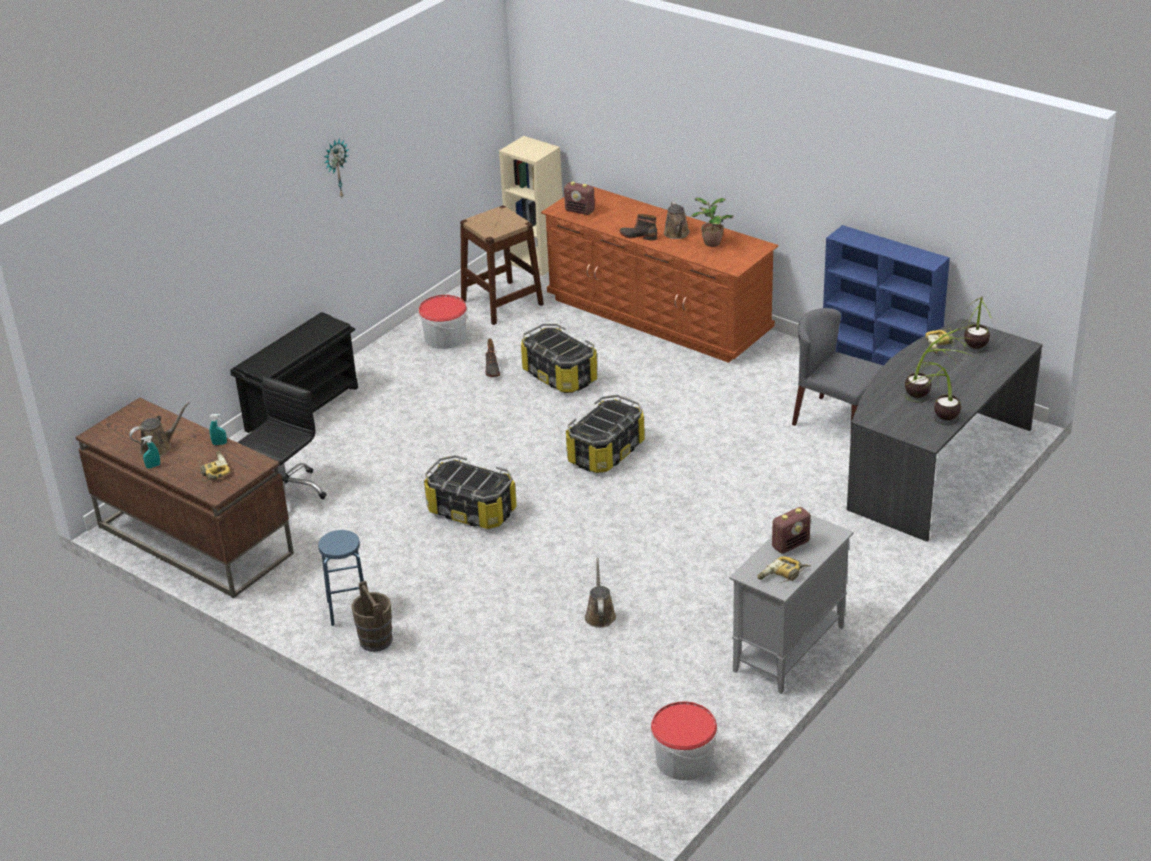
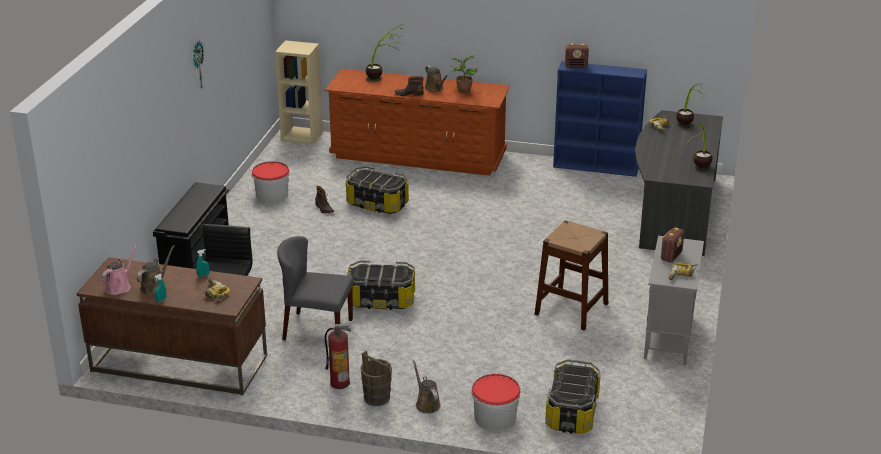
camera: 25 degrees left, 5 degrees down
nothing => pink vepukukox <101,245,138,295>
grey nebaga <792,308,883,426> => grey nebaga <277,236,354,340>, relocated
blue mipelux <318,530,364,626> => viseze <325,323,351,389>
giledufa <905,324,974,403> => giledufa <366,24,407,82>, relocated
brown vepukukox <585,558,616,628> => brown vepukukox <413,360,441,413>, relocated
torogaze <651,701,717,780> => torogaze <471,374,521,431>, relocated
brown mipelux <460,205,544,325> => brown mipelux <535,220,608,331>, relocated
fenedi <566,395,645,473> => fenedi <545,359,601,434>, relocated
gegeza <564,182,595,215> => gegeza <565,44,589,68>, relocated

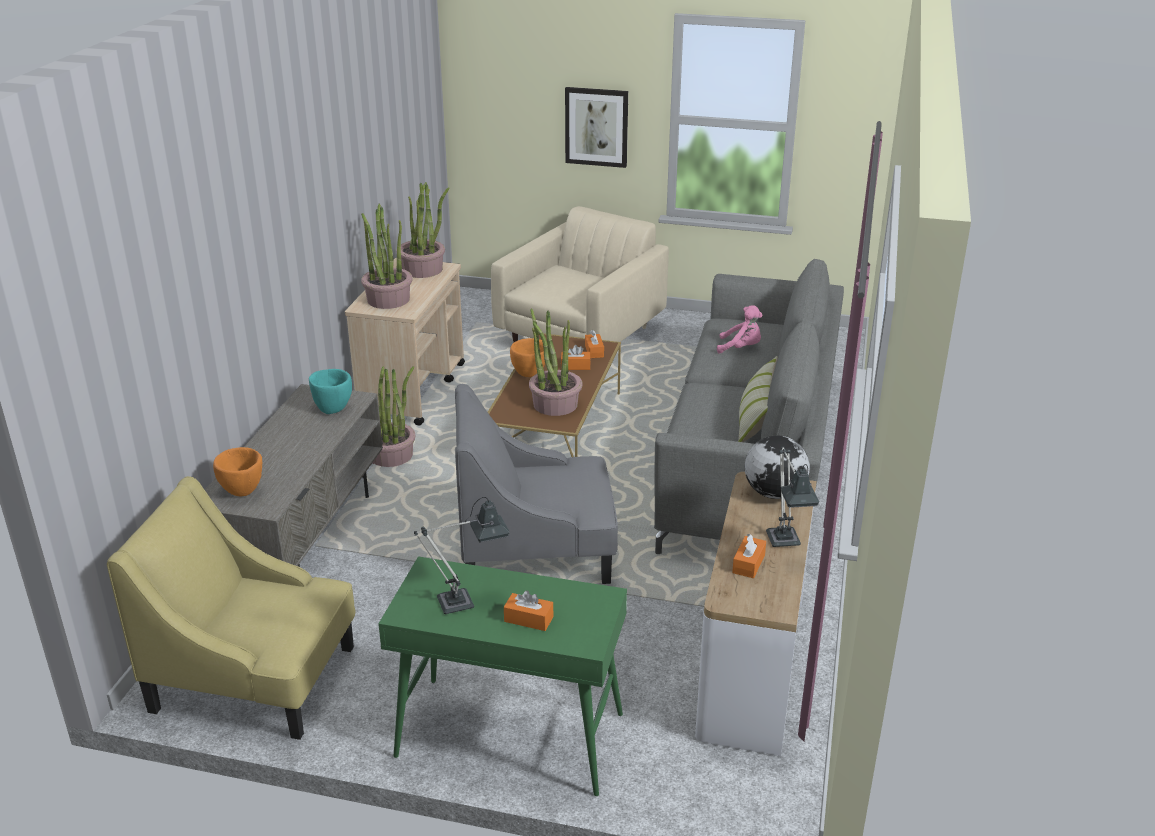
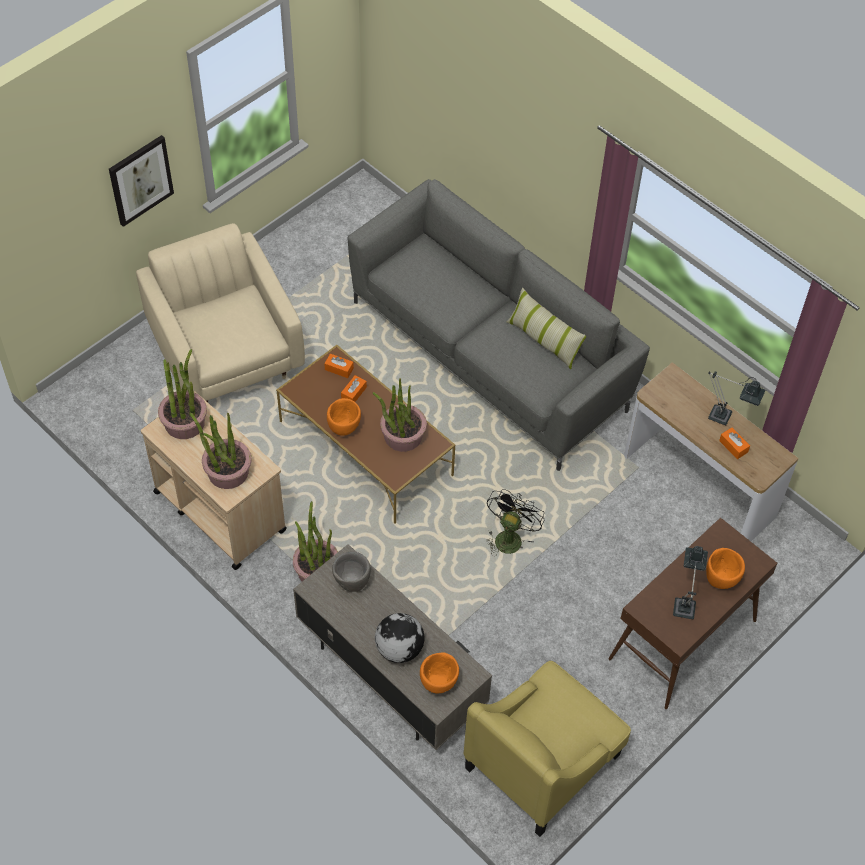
camera: 60 degrees left, 25 degrees up
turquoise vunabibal <309,369,352,414> => grey vunabibal <332,551,371,592>
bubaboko <745,435,810,499> => bubaboko <375,613,424,663>, relocated
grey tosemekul <455,384,618,584> => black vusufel <487,489,545,554>
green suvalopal <378,557,627,796> => brown suvalopal <608,517,777,709>
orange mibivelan <504,590,553,631> => orange vunabibal <706,548,745,589>
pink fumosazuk <717,305,763,354> => nothing

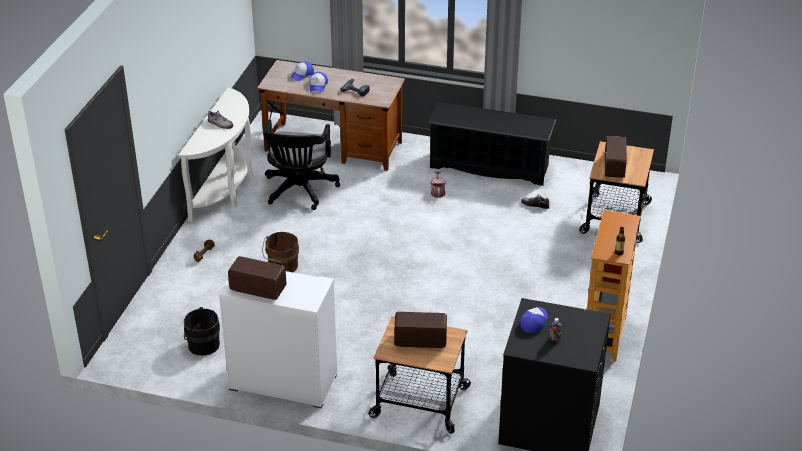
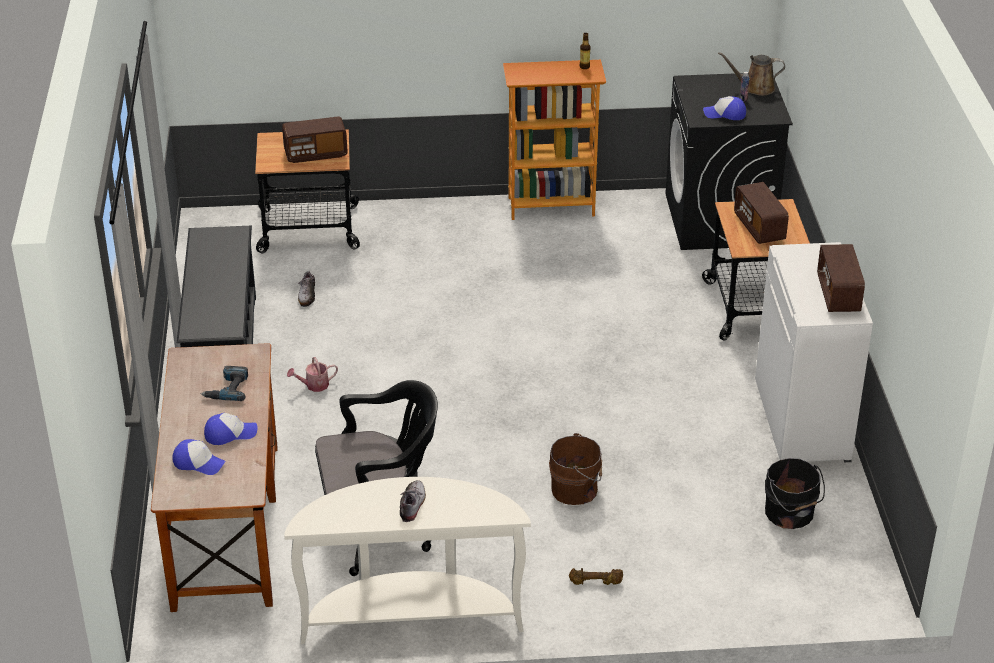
camera: 110 degrees left, 0 degrees up
nothing => brown vepukukox <718,52,785,96>

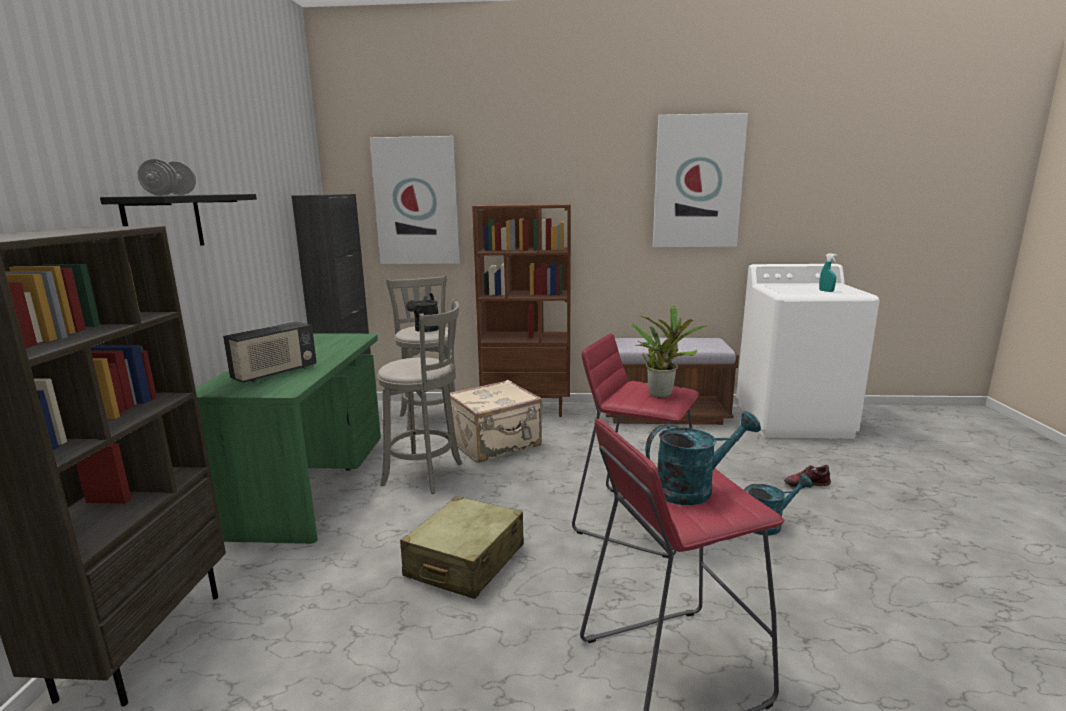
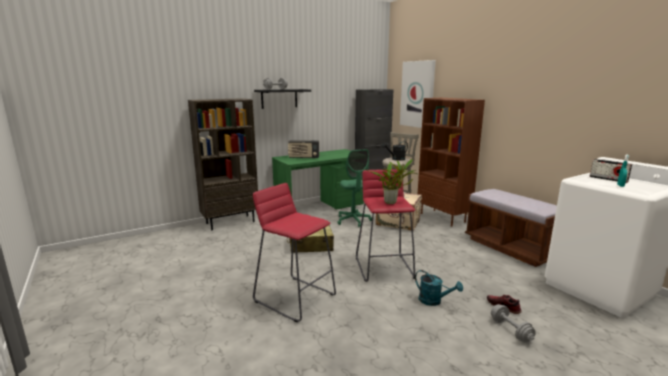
camera: 55 degrees right, 0 degrees up
grey mipelux <377,299,462,494> => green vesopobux <337,149,372,227>
nothing => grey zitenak <491,304,536,342>
nothing => gegeza <589,159,632,183>
turquoise vepukukox <645,411,761,505> => nothing
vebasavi <653,113,748,247> => nothing

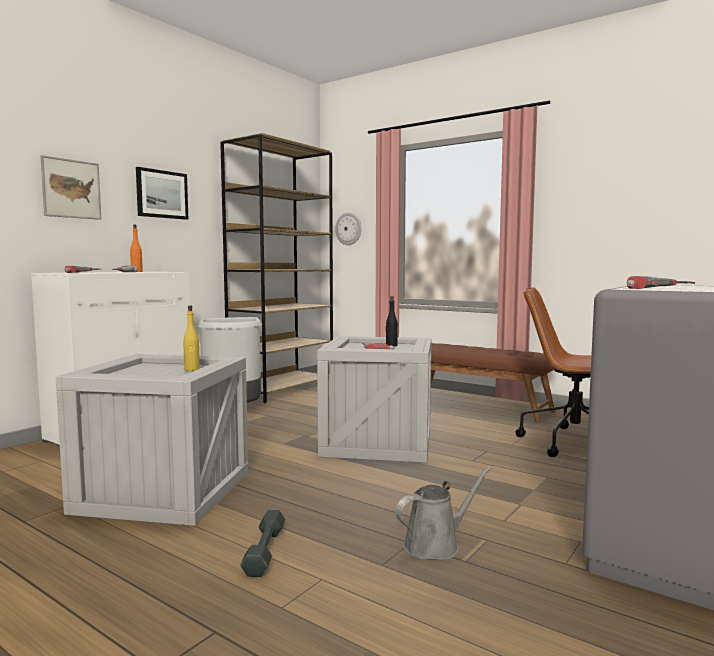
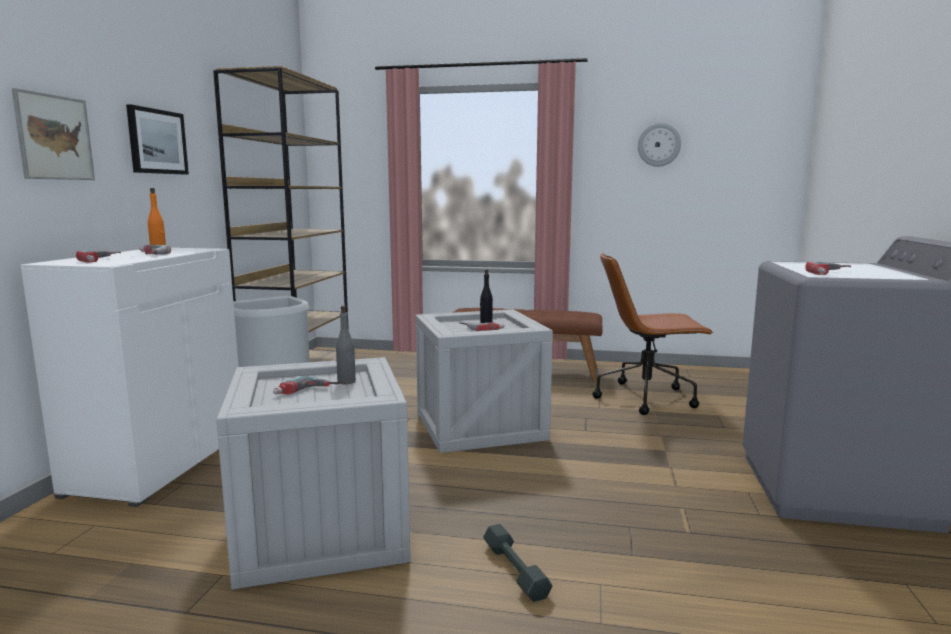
camera: 25 degrees left, 5 degrees up
nothing => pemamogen <273,376,347,395>
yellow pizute <183,306,200,371> => grey pizute <336,306,356,384>
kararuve <335,212,361,245> => kararuve <638,123,681,167>, relocated
grey vepukukox <395,466,492,560> => nothing

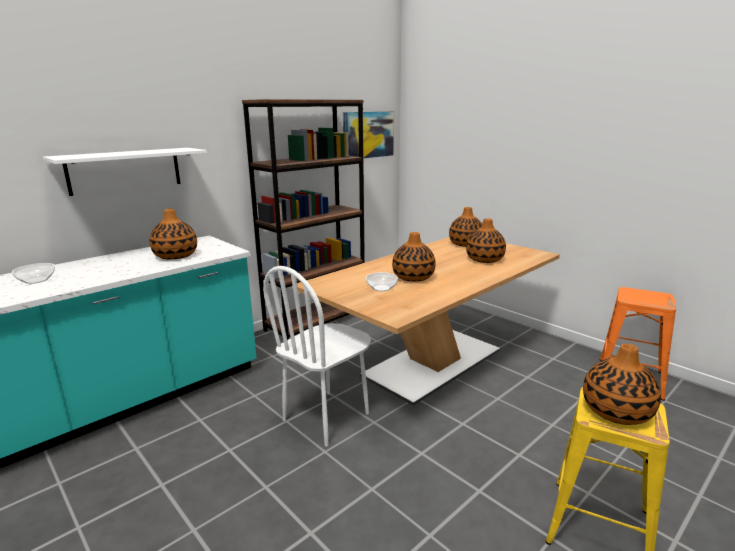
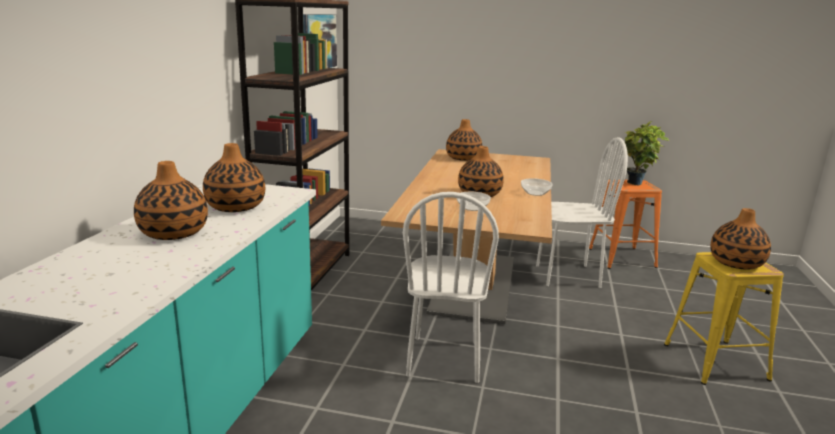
camera: 35 degrees left, 0 degrees up
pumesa <466,218,506,263> => pumesa <134,161,208,240>, relocated
vunabibal <12,263,55,284> => vunabibal <521,178,553,196>, relocated
nothing => white nebaga <536,137,628,288>
nothing => giledufa <625,121,669,185>
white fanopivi <43,148,207,196> => nothing

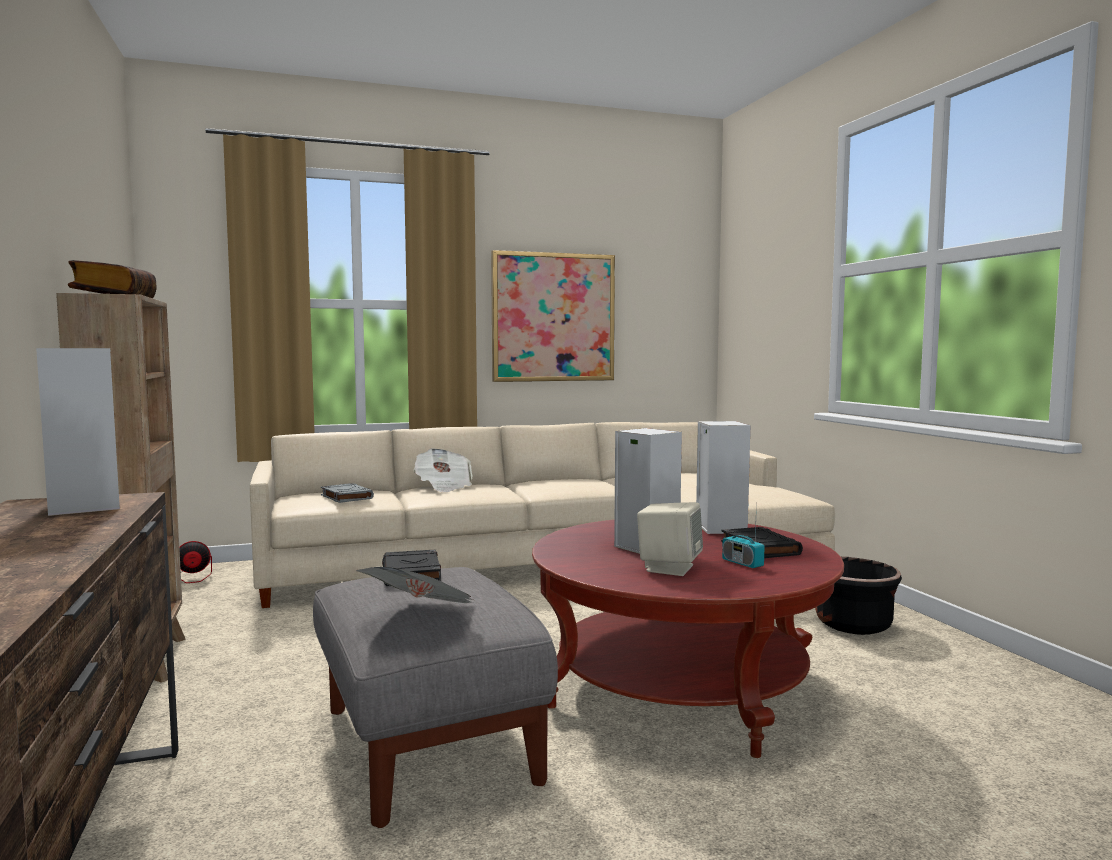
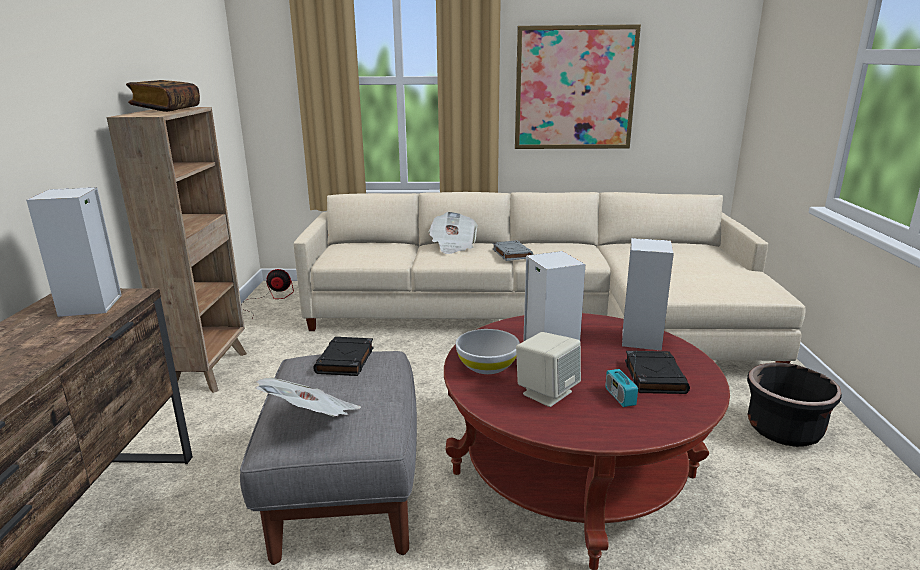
camera: 20 degrees right, 15 degrees up
nothing => white vunabibal <456,329,520,374>
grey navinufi <321,483,374,503> => grey navinufi <492,240,533,261>, relocated

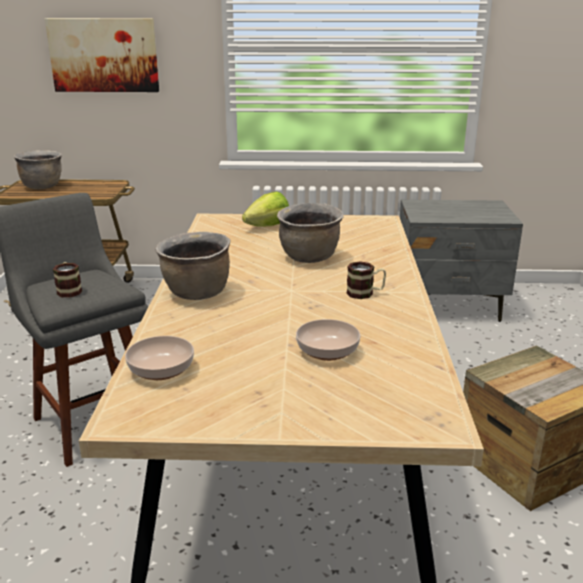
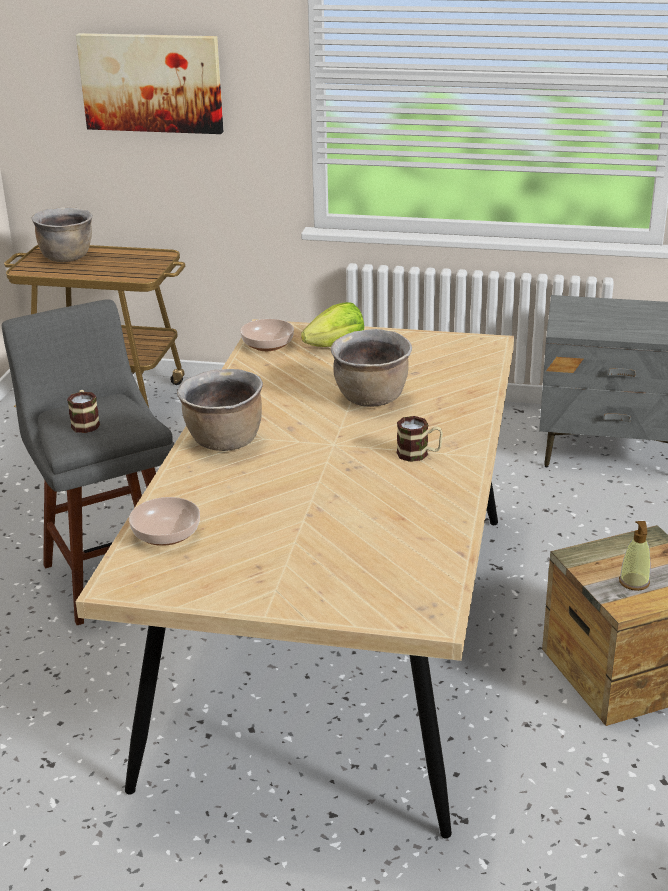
camera: 10 degrees right, 5 degrees up
vunabibal <296,319,360,361> => vunabibal <240,319,294,351>, relocated
nothing => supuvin <619,521,650,591>

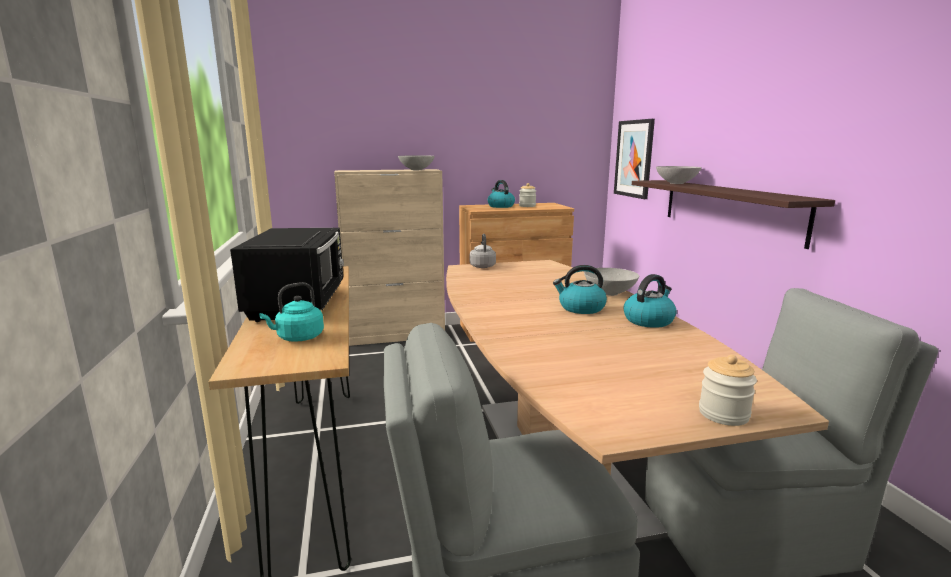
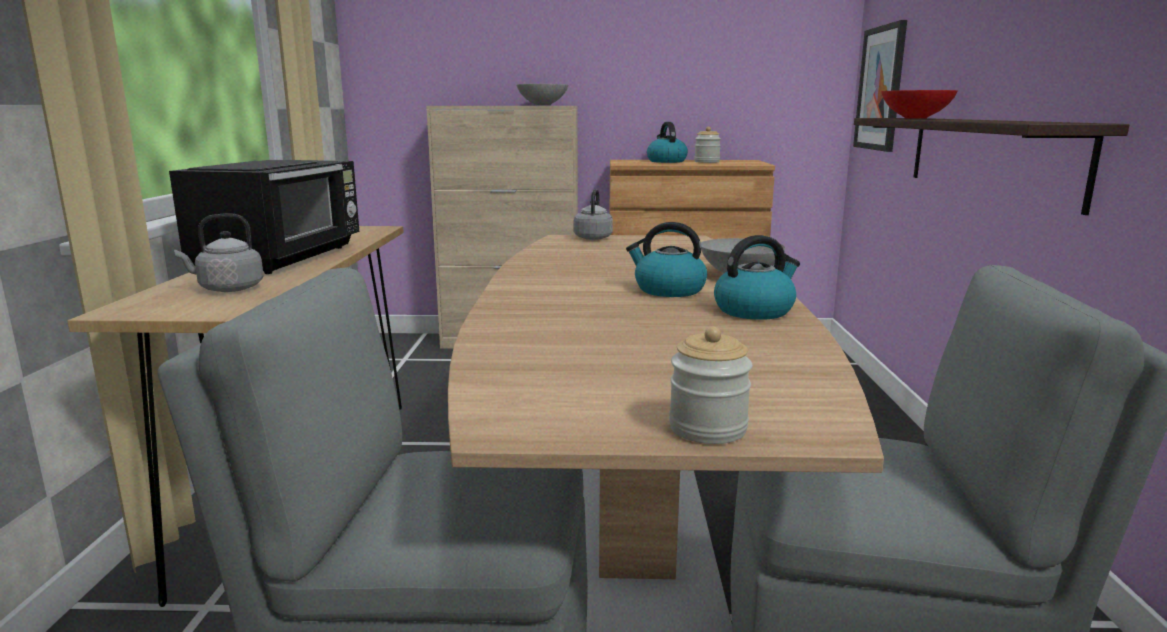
camera: 15 degrees right, 0 degrees up
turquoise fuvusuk <259,282,324,342> => grey fuvusuk <174,213,264,292>
grey vunabibal <656,166,702,184> => red vunabibal <881,90,958,118>

